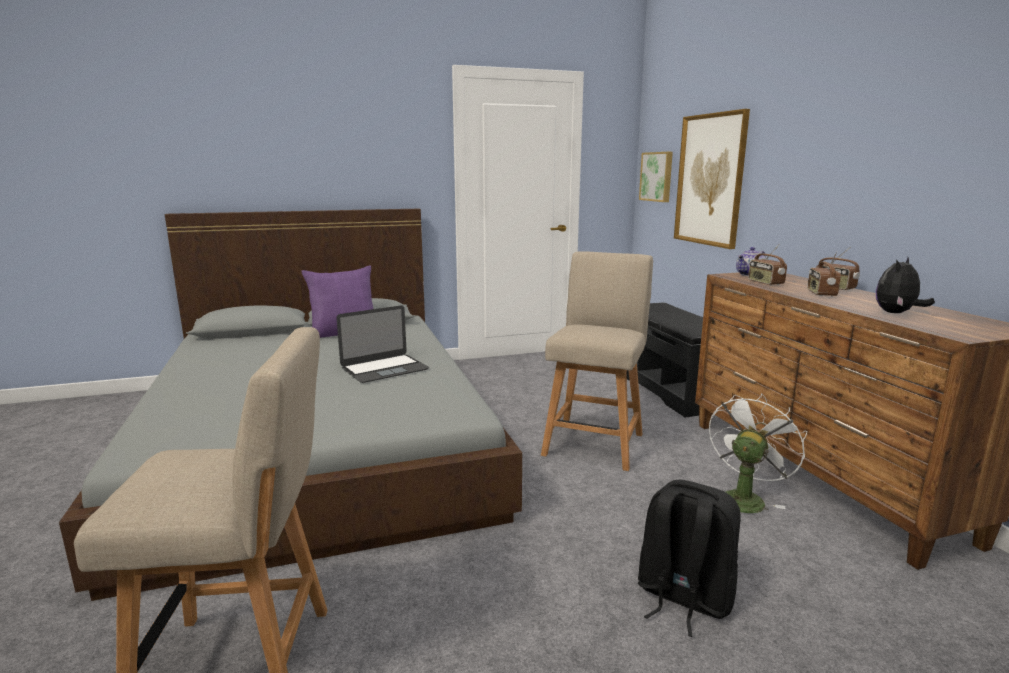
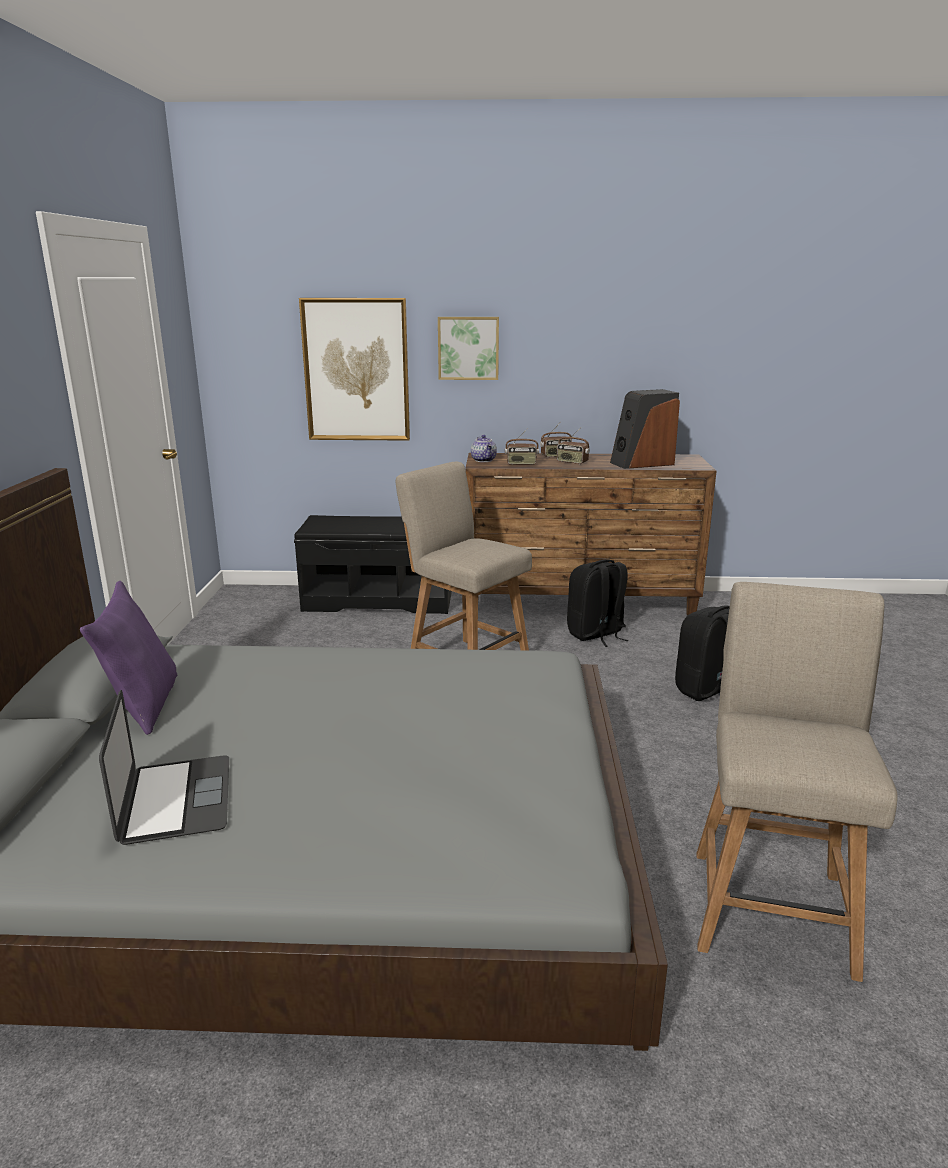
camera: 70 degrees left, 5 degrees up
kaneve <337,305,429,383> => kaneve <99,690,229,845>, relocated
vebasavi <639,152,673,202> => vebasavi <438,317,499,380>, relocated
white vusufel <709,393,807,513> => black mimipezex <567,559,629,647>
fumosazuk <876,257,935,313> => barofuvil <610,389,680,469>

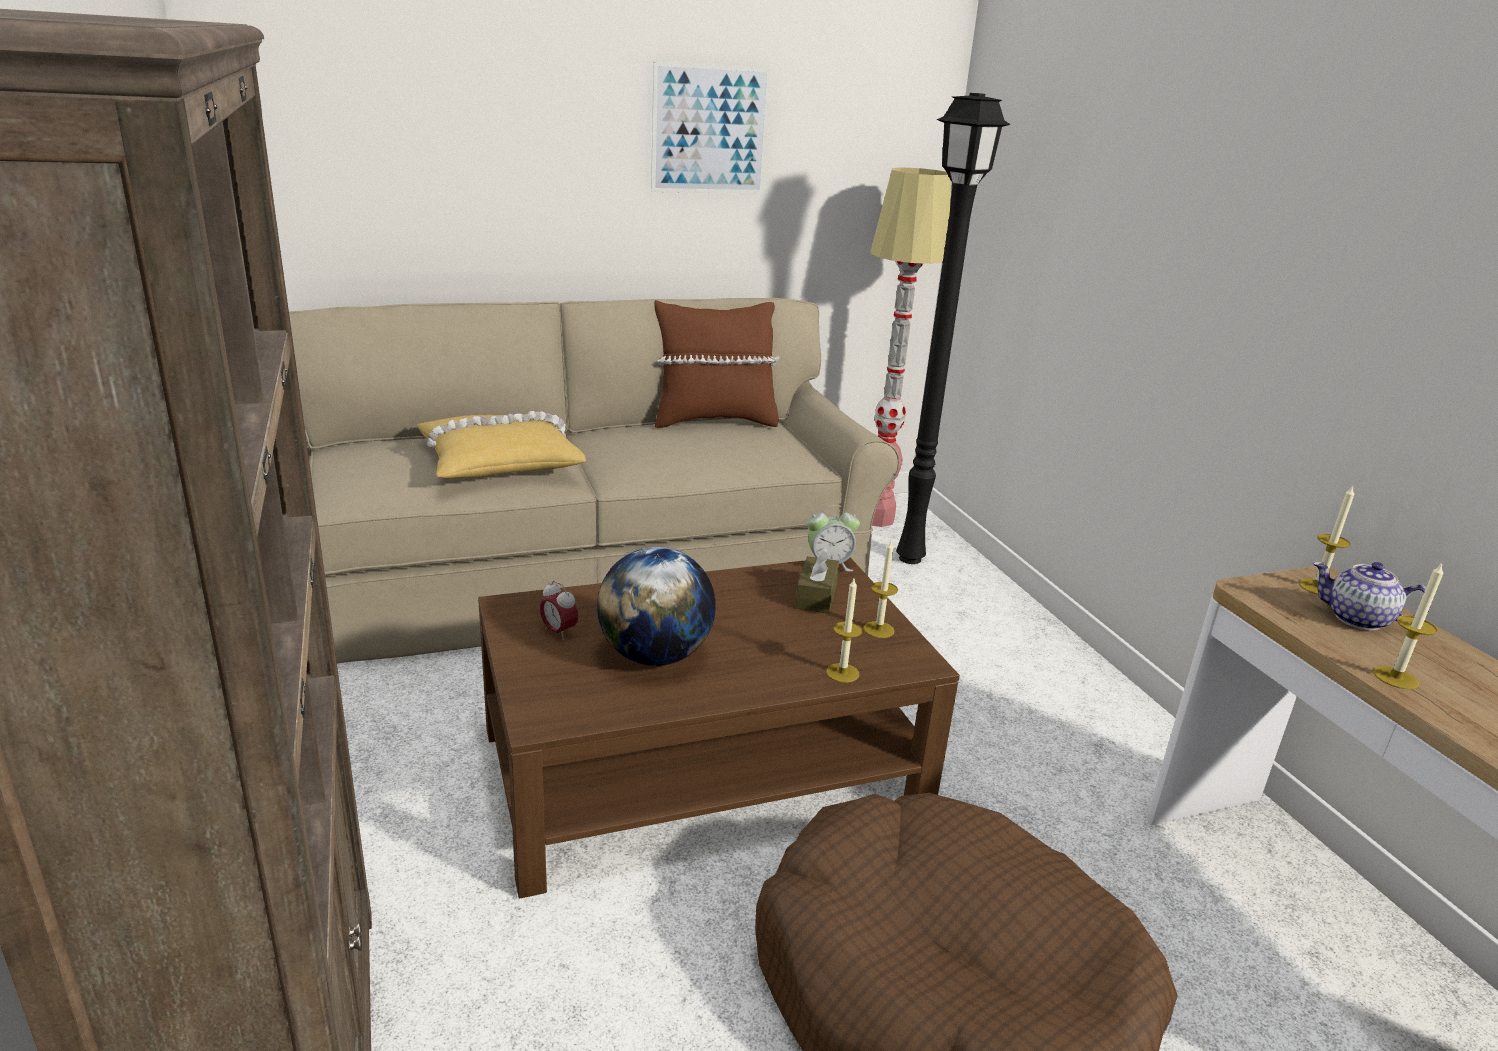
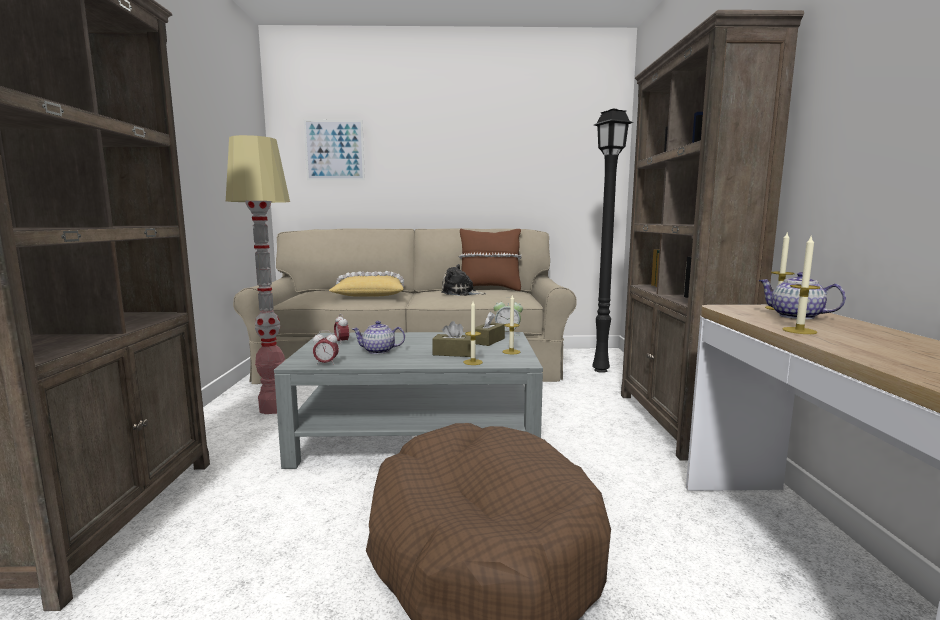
camera: 20 degrees right, 15 degrees down
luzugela <870,168,951,527> => luzugela <226,135,290,414>, relocated
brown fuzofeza <478,558,960,899> => grey fuzofeza <274,332,543,469>
vebasavi <651,61,771,194> => vebasavi <304,120,365,180>, relocated
nothing => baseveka <313,331,339,365>
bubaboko <597,547,716,666> => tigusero <352,321,405,354>
nothing => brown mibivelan <432,321,471,357>
nothing => fumosazuk <441,264,487,296>
nothing => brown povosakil <621,10,804,461>

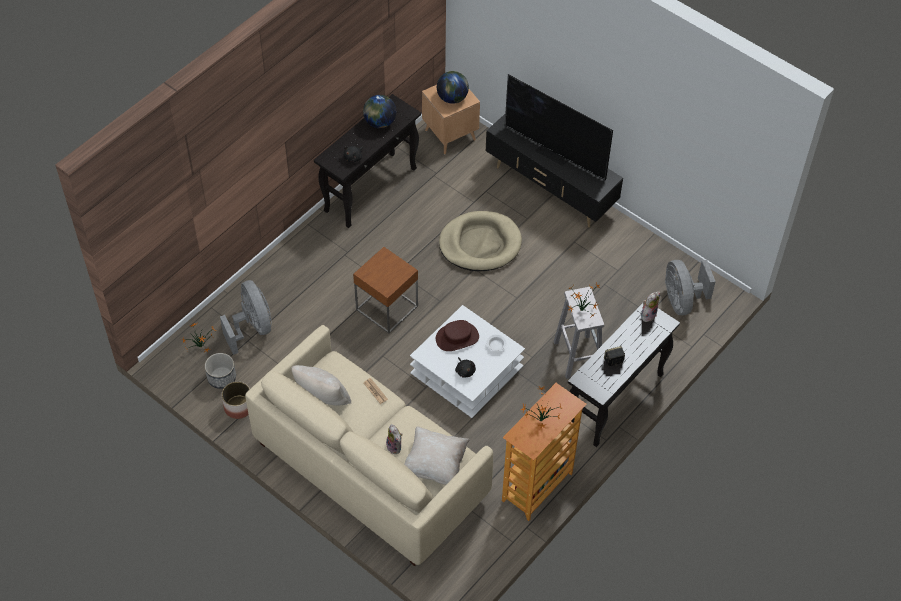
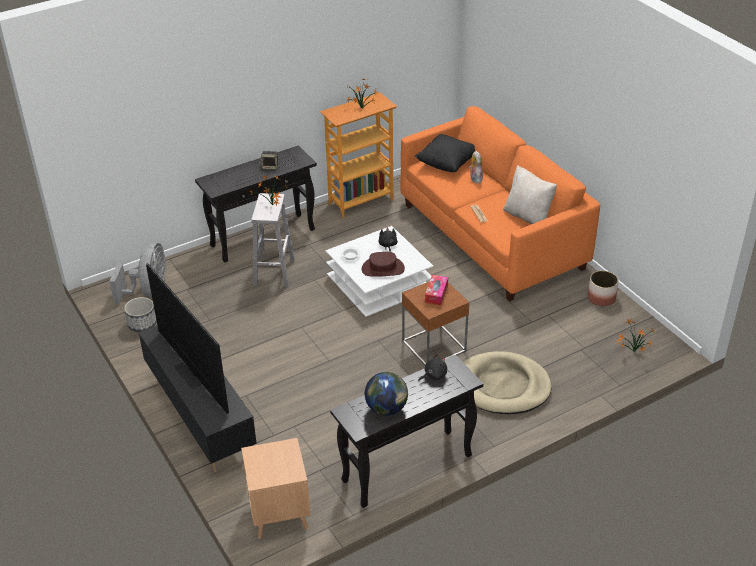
camera: 160 degrees left, 15 degrees down
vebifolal <205,353,236,389> => vebifolal <124,297,157,332>, relocated
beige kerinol <245,325,493,566> => orange kerinol <400,106,600,302>
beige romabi <404,426,470,485> => black romabi <415,134,475,172>
nothing => mibivelan <425,275,448,305>
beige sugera <439,211,522,271> => beige sugera <464,351,552,414>, relocated
grey vusufel <220,280,272,355> => nothing
bubaboko <437,71,469,104> => nothing
fumosazuk <641,291,660,322> => nothing

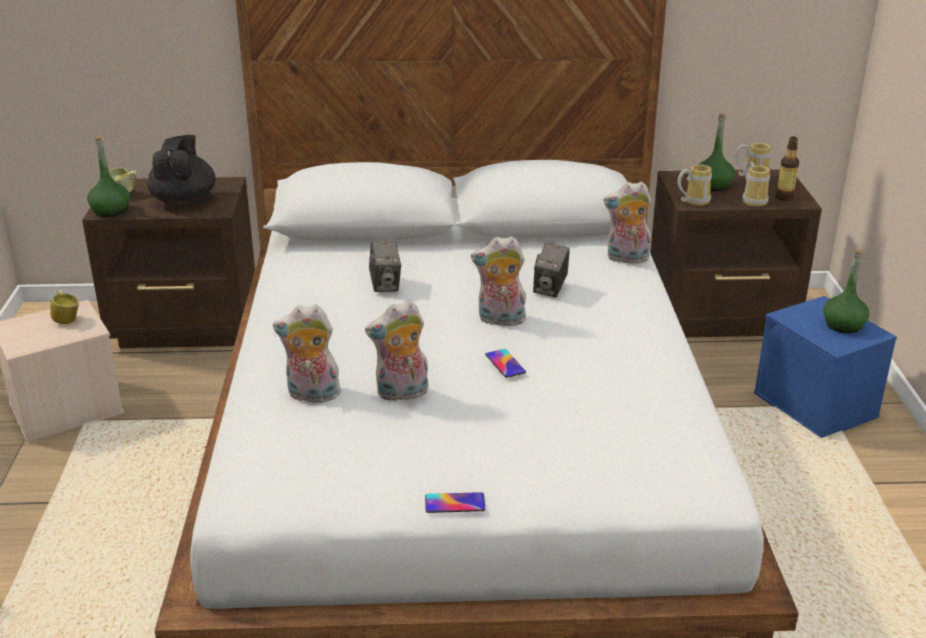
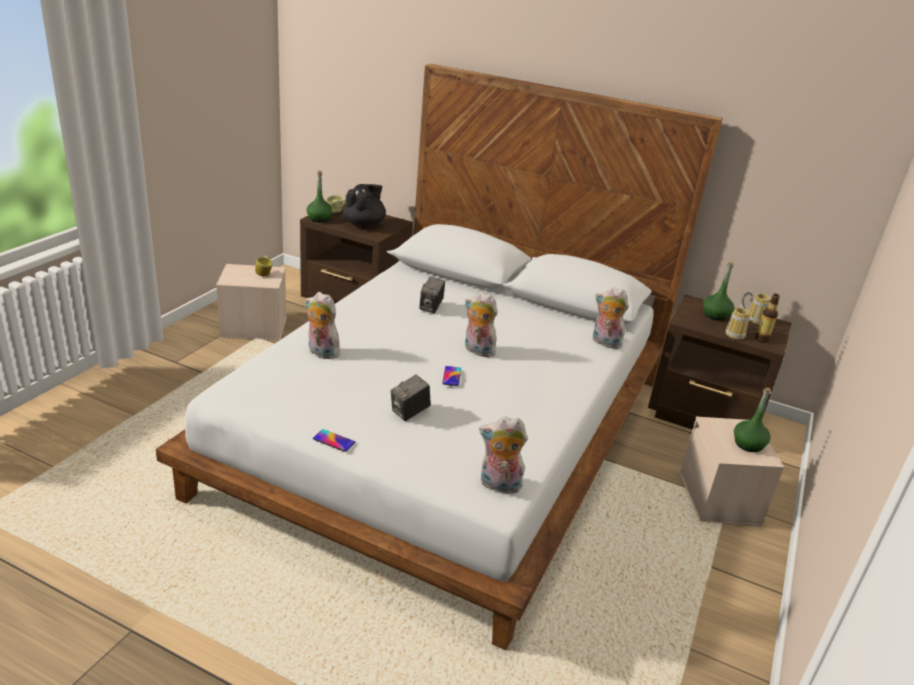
camera: 25 degrees right, 0 degrees up
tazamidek <533,243,570,297> => tazamidek <391,375,431,421>, relocated
fumosazuk <365,300,429,402> => fumosazuk <479,417,528,494>, relocated
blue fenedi <754,296,897,438> => beige fenedi <679,417,784,527>
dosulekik <678,165,712,206> => nothing

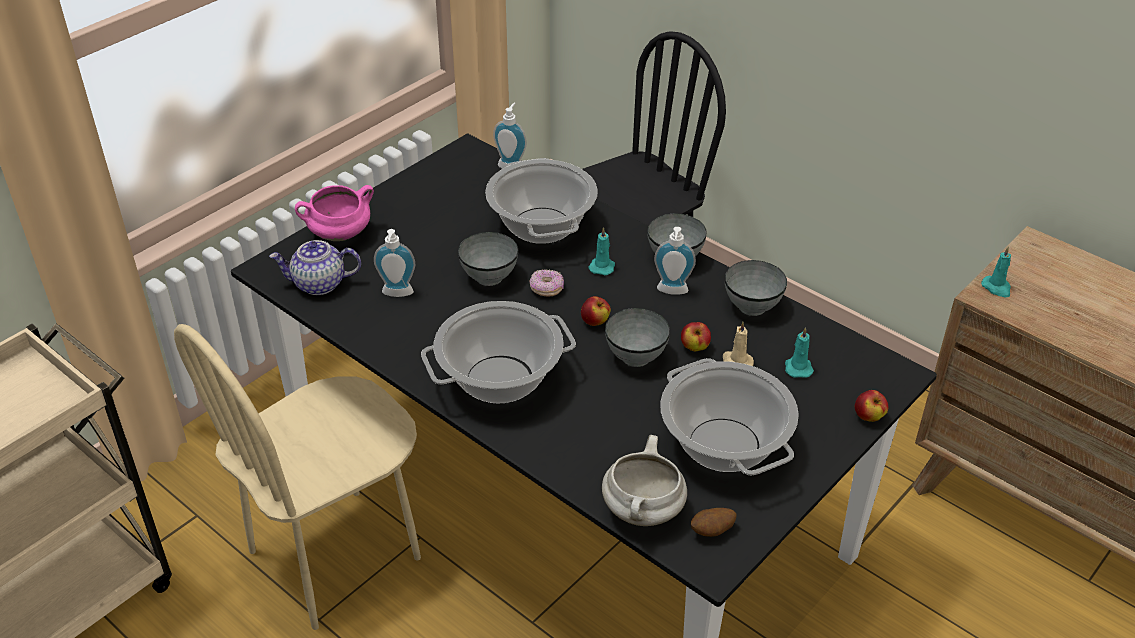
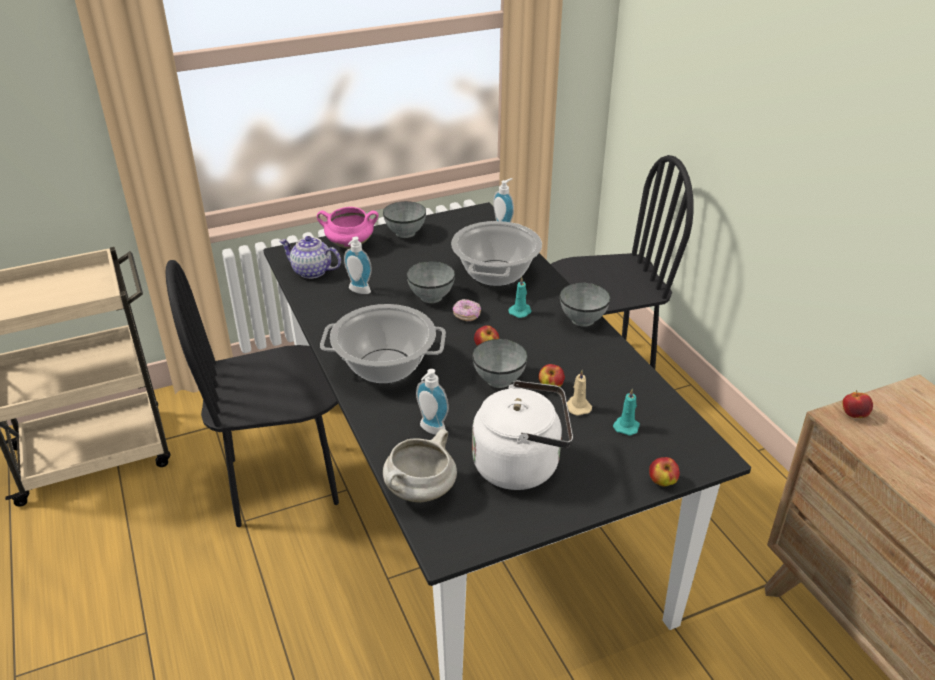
camera: 25 degrees right, 5 degrees down
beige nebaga <174,324,421,630> => black nebaga <165,260,339,527>
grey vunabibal <725,260,787,316> => grey vunabibal <383,201,426,238>, relocated
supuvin <654,227,696,295> => supuvin <416,369,449,435>, relocated
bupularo <660,358,799,475> => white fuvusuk <472,380,573,490>
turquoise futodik <981,246,1011,298> => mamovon <843,390,873,418>
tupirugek <691,508,737,537> => nothing

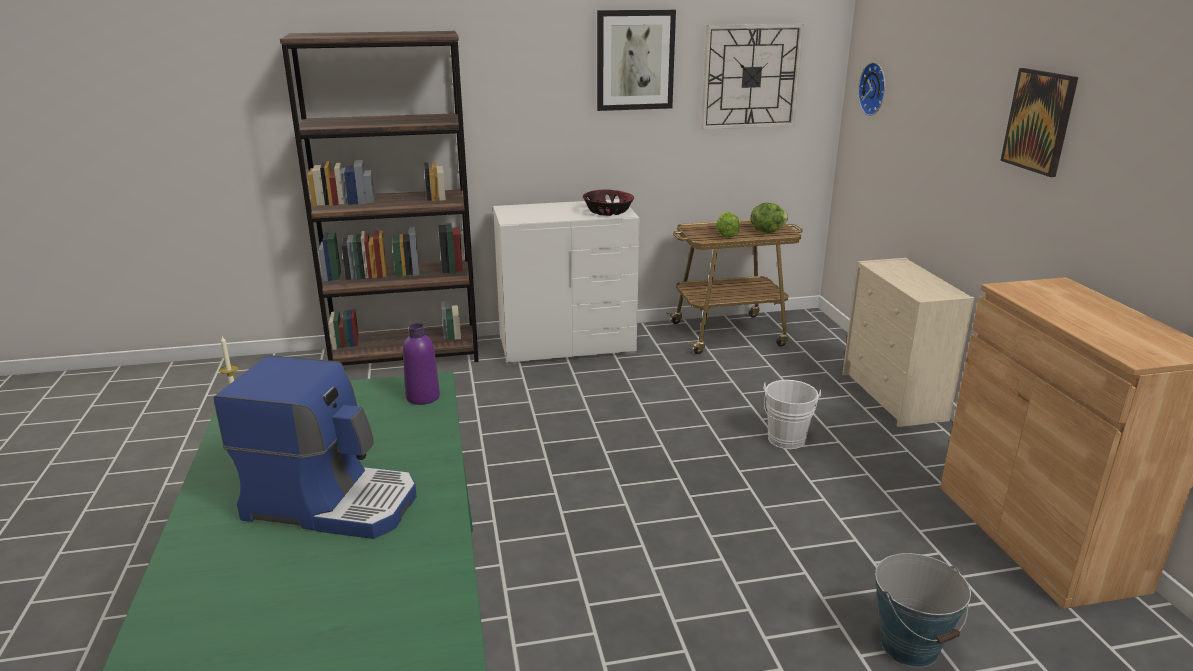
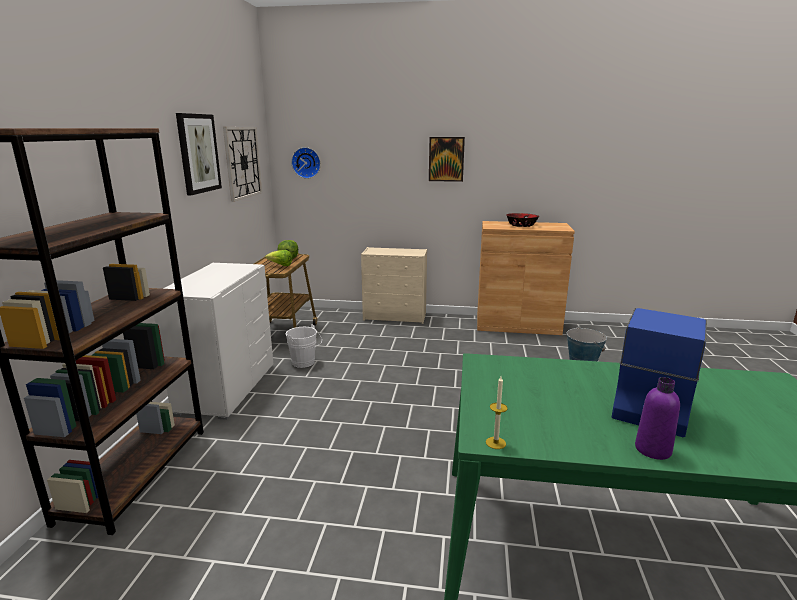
camera: 70 degrees left, 5 degrees down
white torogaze <763,380,821,449> => white torogaze <285,324,322,368>, relocated
vunabibal <583,190,634,216> => vunabibal <506,213,539,227>, relocated
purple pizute <403,323,440,405> => purple pizute <635,377,680,460>, relocated

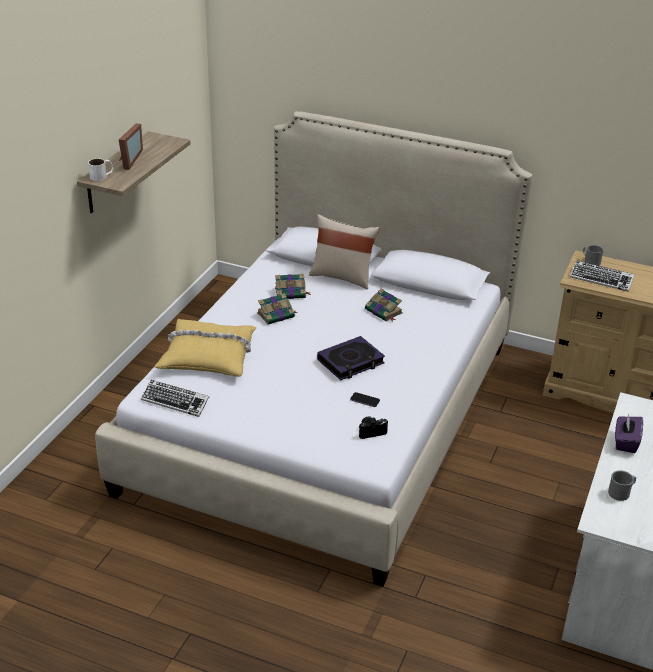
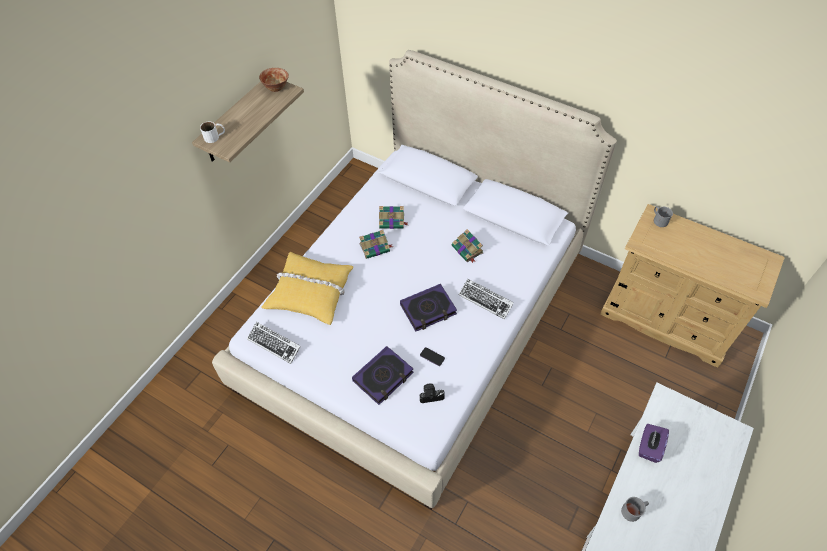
camera: 10 degrees right, 20 degrees up
nothing => vunabibal <259,68,289,92>
nothing => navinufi <352,346,414,405>
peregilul <570,260,635,292> => peregilul <459,279,514,319>, relocated
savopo <119,123,143,170> => nothing
beige romabi <309,214,379,289> => nothing

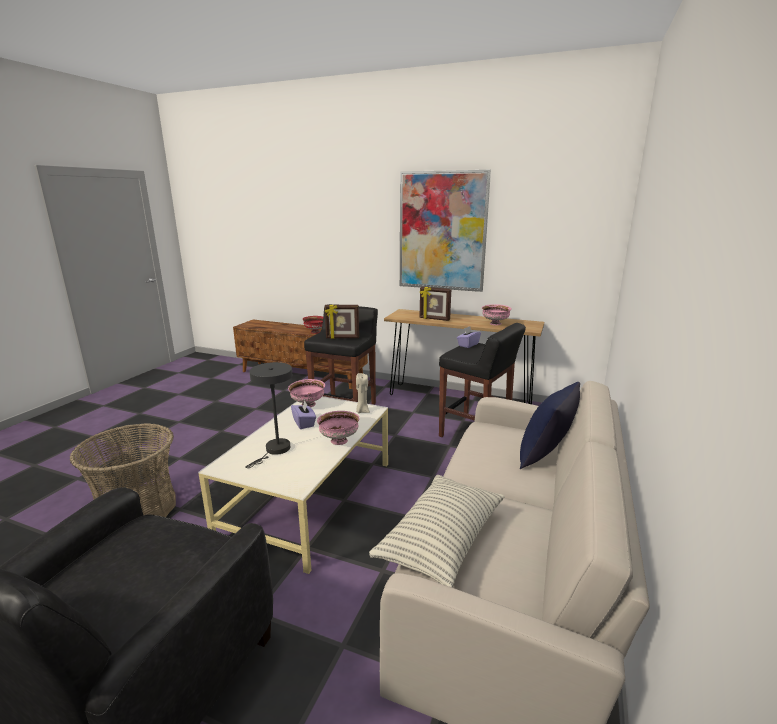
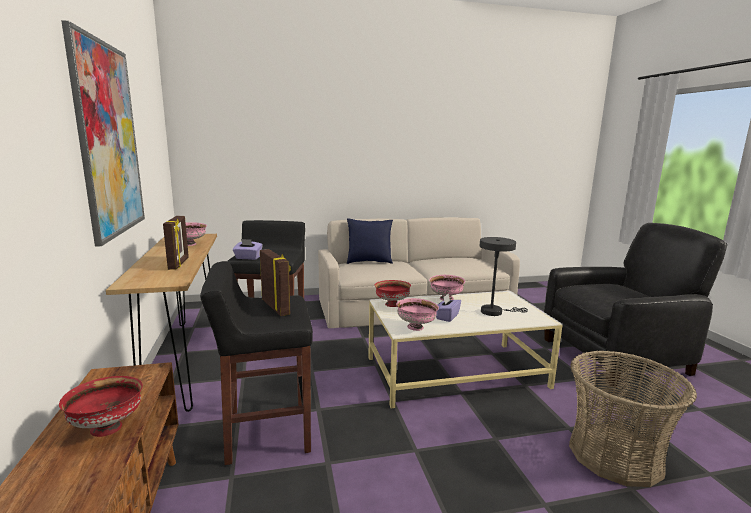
camera: 125 degrees left, 5 degrees down
beige futodik <356,373,370,413> => red vunabibal <375,280,411,307>
romabi <369,475,505,587> => nothing

